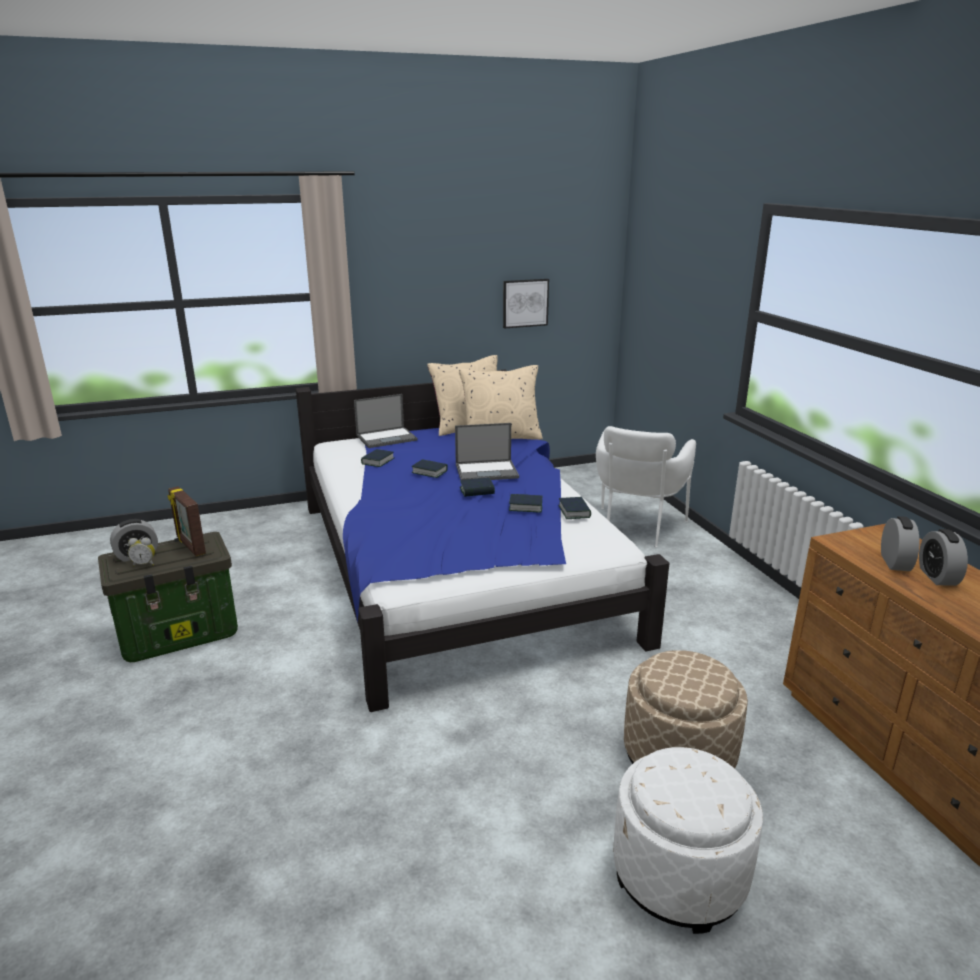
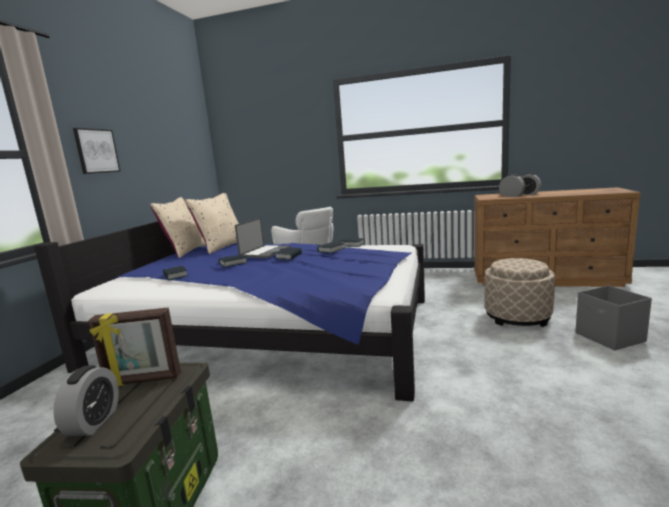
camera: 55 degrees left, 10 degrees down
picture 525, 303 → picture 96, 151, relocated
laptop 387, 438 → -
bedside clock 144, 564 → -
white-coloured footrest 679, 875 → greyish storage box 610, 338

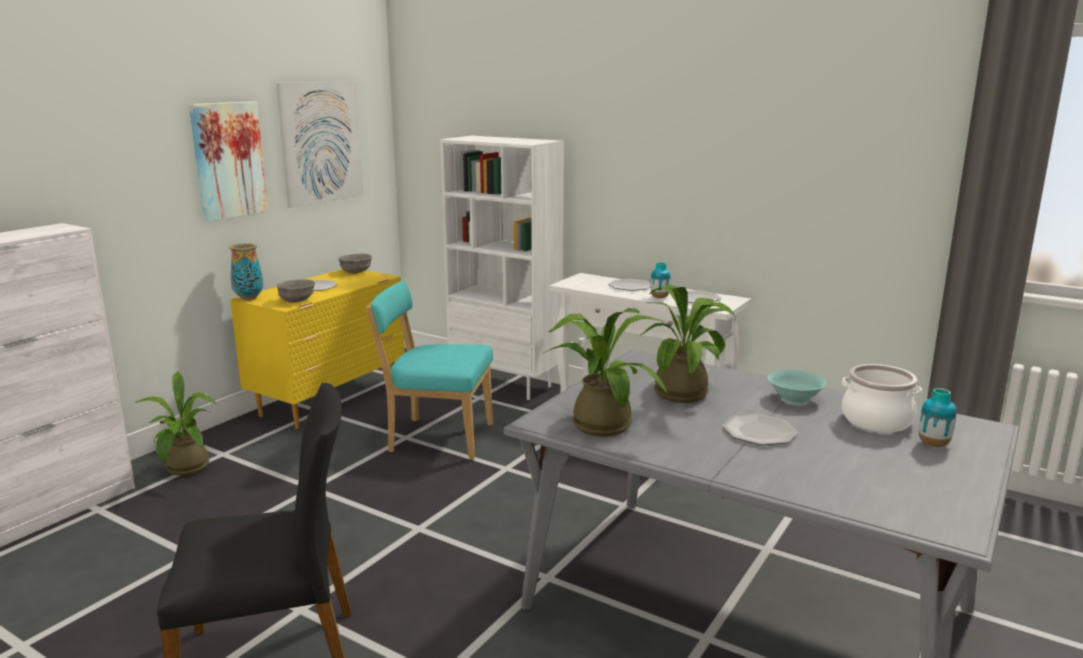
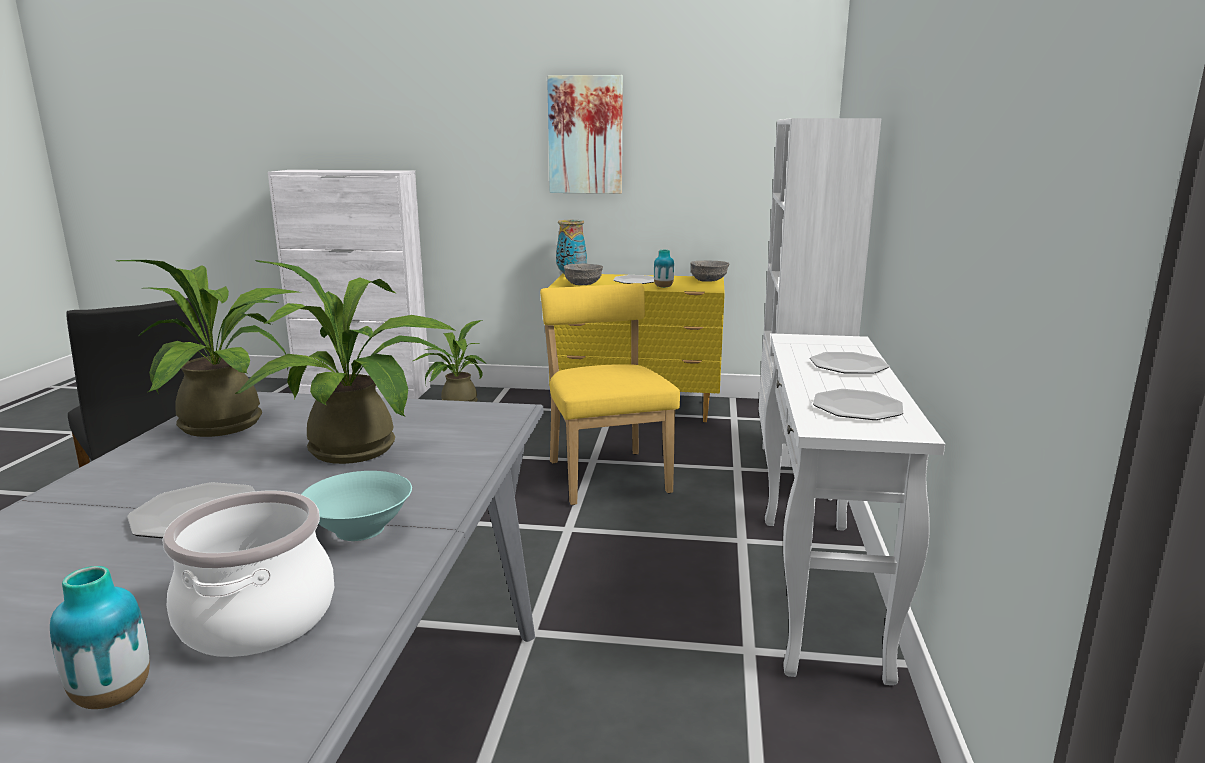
camera: 65 degrees right, 0 degrees up
picture 321, 142 → -
flower vase 659, 297 → flower vase 663, 287, relocated
turquoise upright chair 436, 438 → yellow upright chair 606, 474

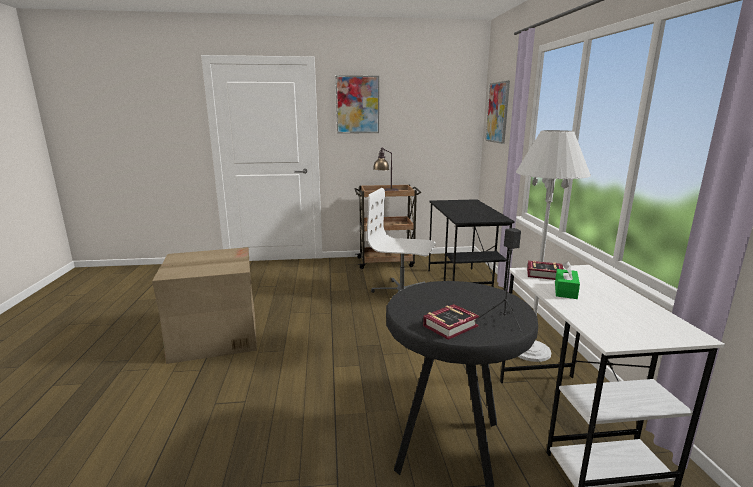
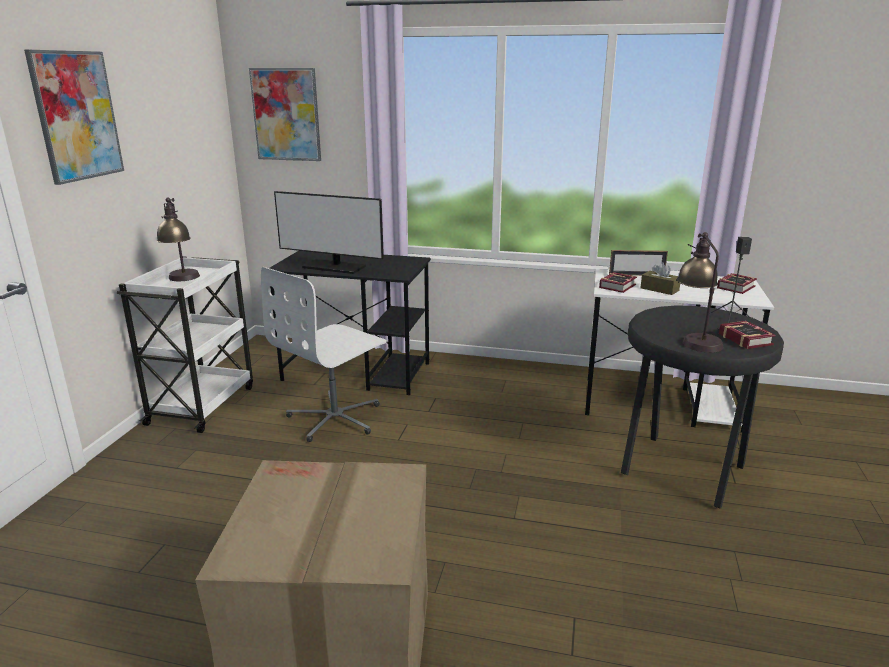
camera: 70 degrees left, 5 degrees up
white-coloured standing lamp 530, 351 → -
brown wheeled cart 386, 262 → white-coloured wheeled cart 203, 404
green box of tissues 565, 290 → brown box of tissues 659, 289
- → computer display 334, 267
- → tabletop lamp 695, 339
- → picture frame 636, 275
- → volume 737, 287

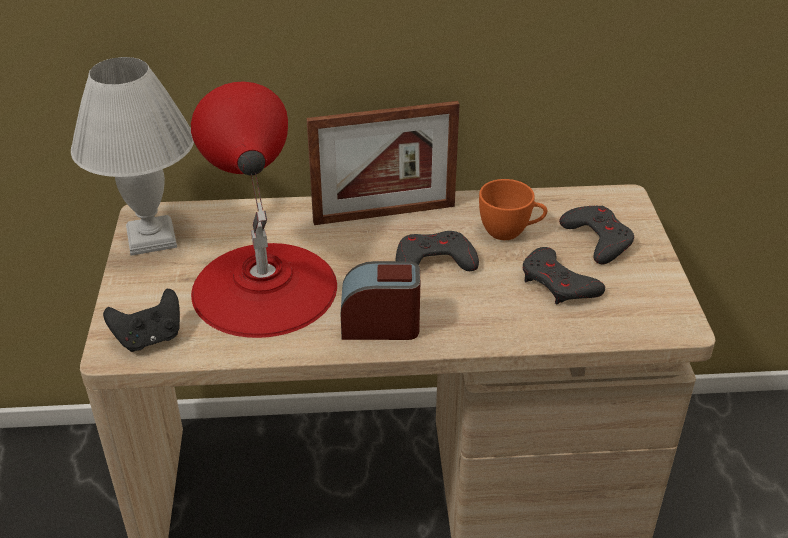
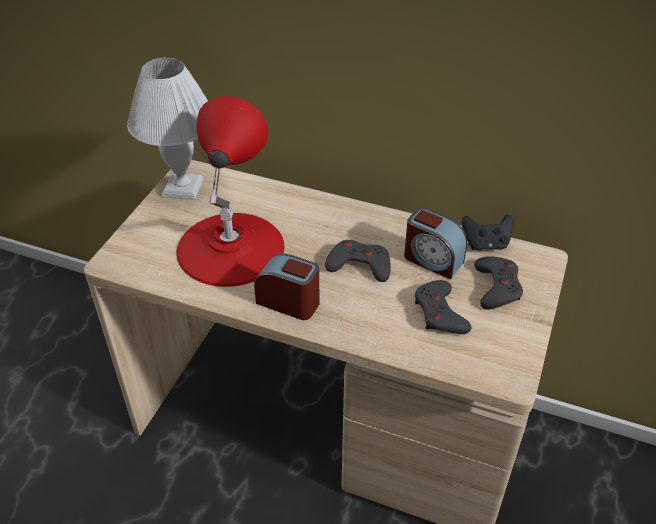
camera: 25 degrees right, 5 degrees up
picture frame 384, 214 → -
orange small cup 510, 232 → bedside clock 432, 260
black game controller 149, 338 → black game controller 485, 244, relocated

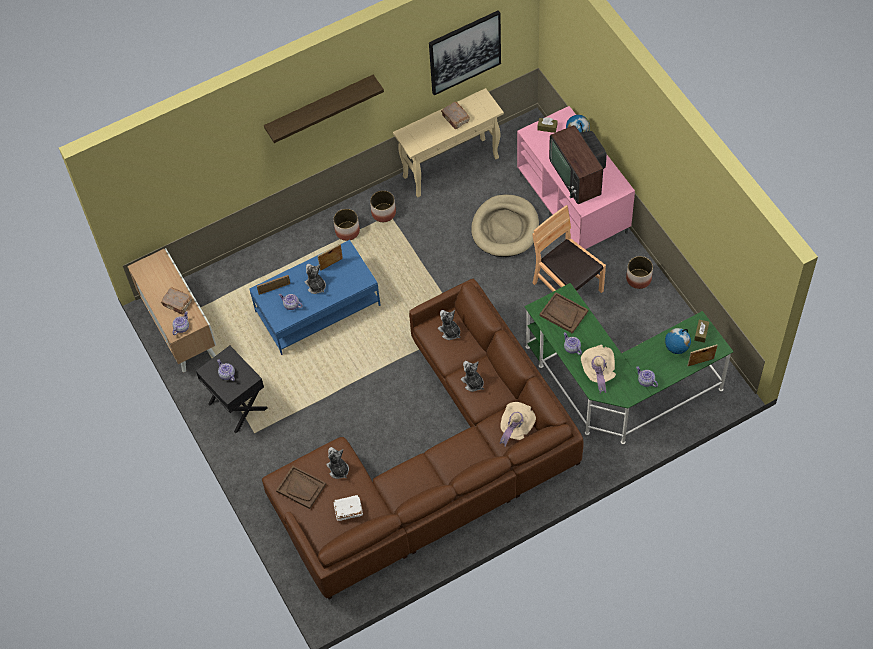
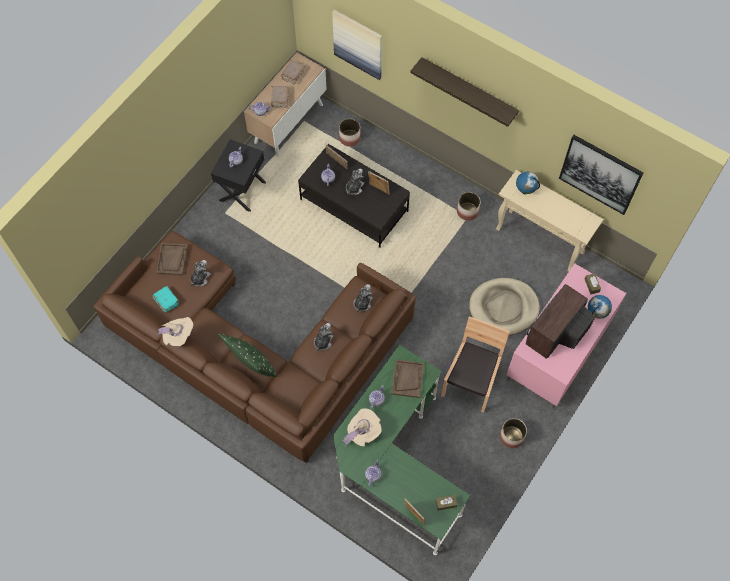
camera: 60 degrees right, 5 degrees up
brown volume 455, 118 → brown volume 293, 75, relocated
flower pot 347, 231 → flower pot 349, 138, relocated
blue-coloured low table 317, 309 → black low table 353, 205
desk globe 676, 350 → desk globe 525, 191, relocated
beige wearable hat 516, 427 → beige wearable hat 178, 336, relocated
white-coloured volume 348, 510 → turquoise volume 166, 301
- → picture 358, 44
- → green throw pillow 251, 364

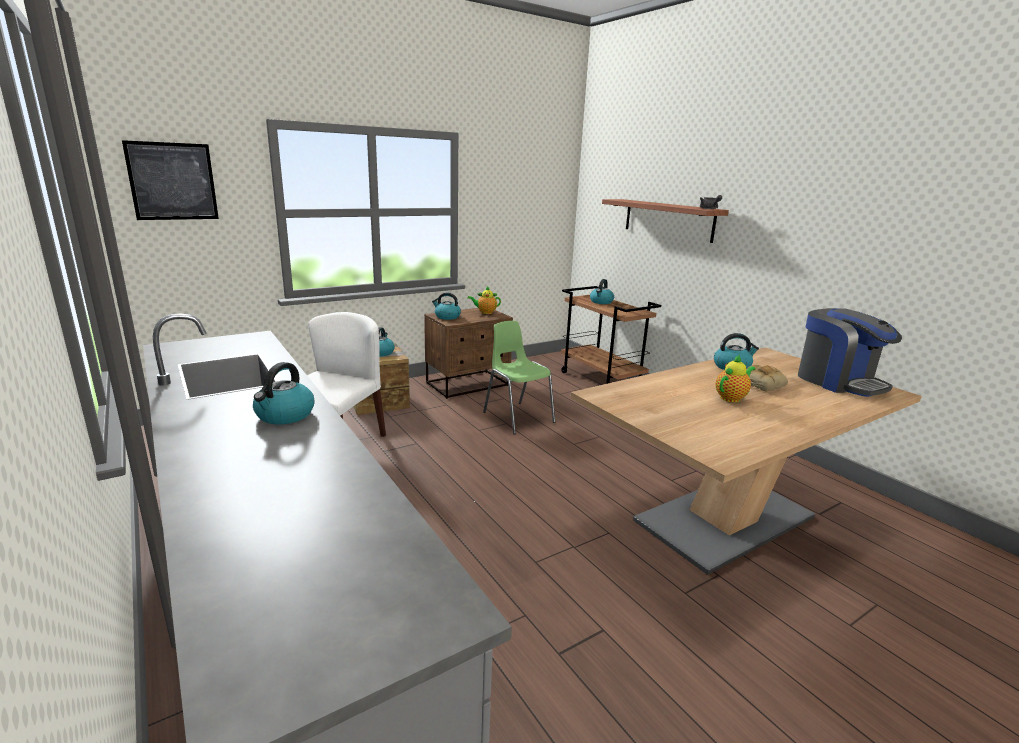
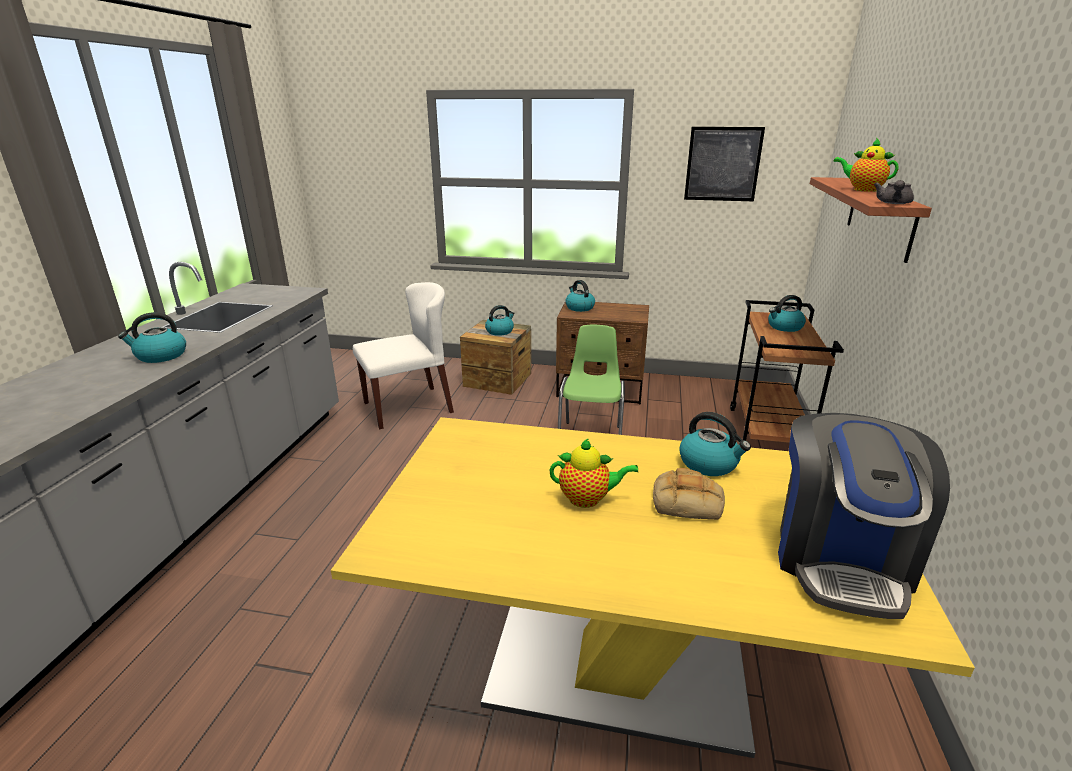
camera: 45 degrees right, 5 degrees up
picture 172, 181 → picture 723, 164, relocated
tea pot 485, 312 → tea pot 862, 190, relocated
brown dinner table 724, 519 → yellow dinner table 617, 669

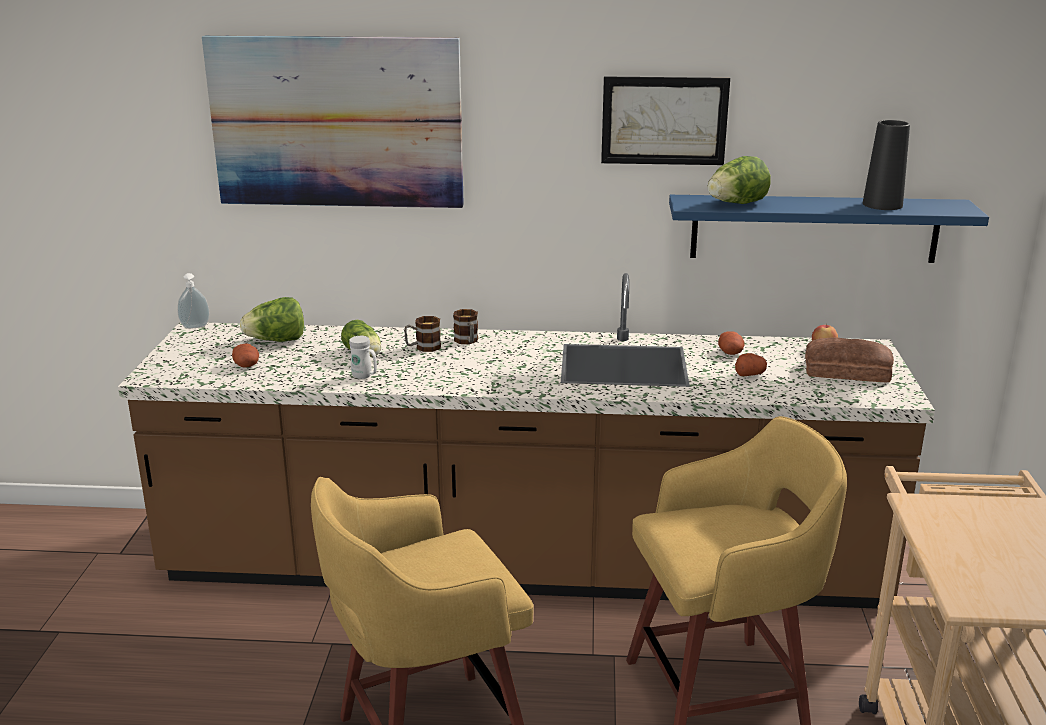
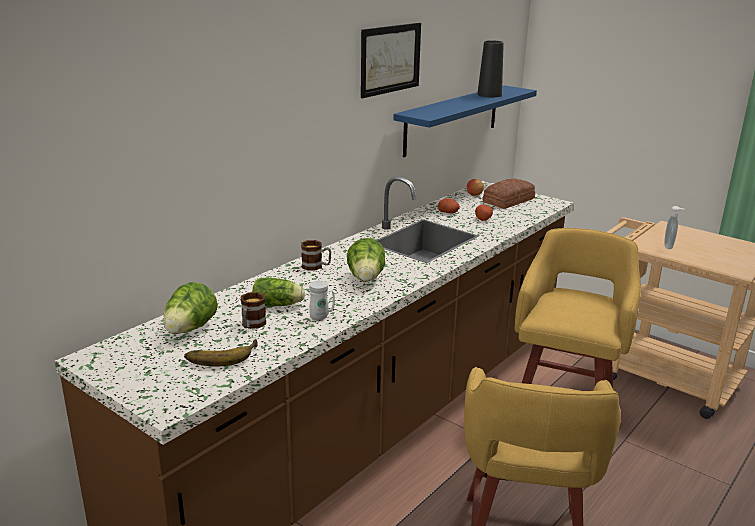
camera: 55 degrees left, 0 degrees up
picture 337, 122 → -
head of lettuce 736, 204 → head of lettuce 366, 279, relocated
soap dispenser 195, 327 → soap dispenser 669, 247, relocated
mug 423, 347 → mug 252, 325, relocated
spud 247, 365 → banana fruit 221, 355

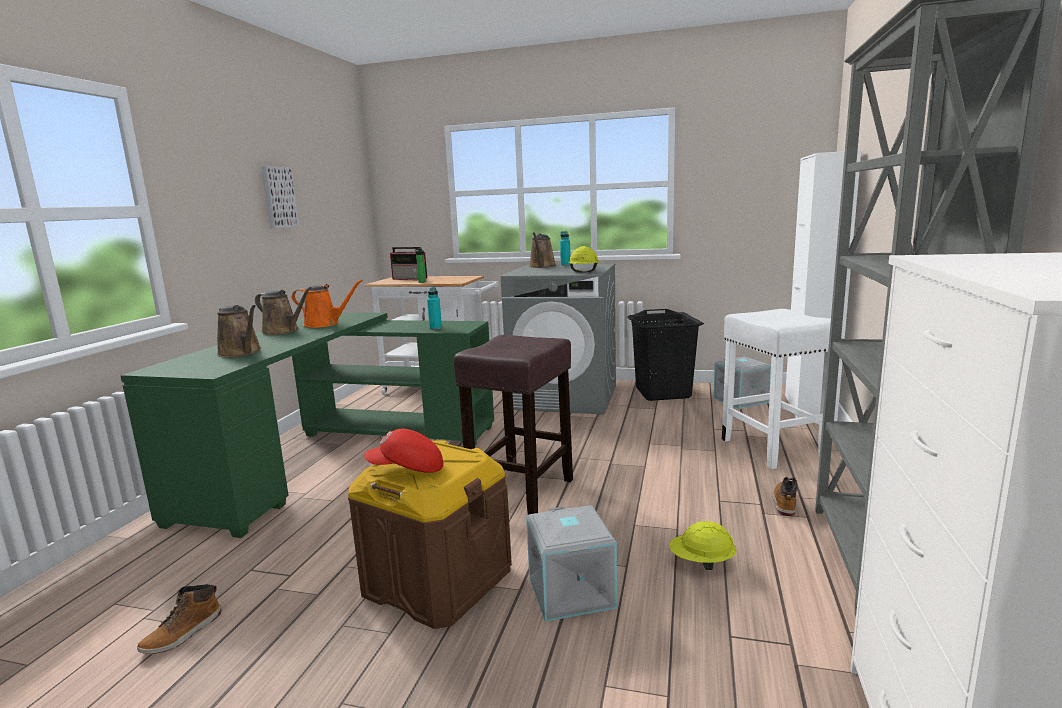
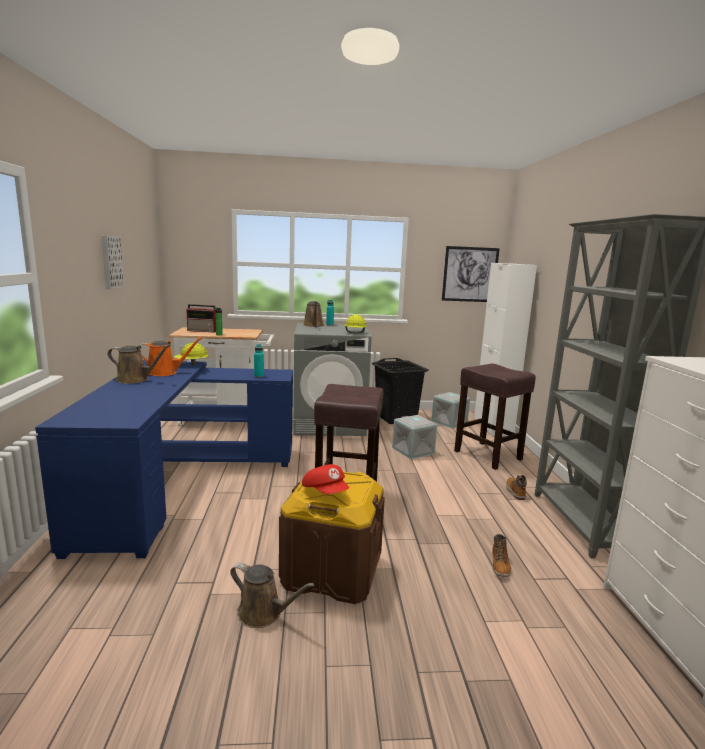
camera: 20 degrees left, 0 degrees up
brown sprinkling can 241, 353 → brown sprinkling can 263, 613, relocated
white-coloured stool 774, 449 → brown stool 489, 455
green desk unit 338, 455 → blue-coloured desk unit 178, 481
reddish baseball cap 407, 469 → reddish baseball cap 326, 492, 105 degrees counterclockwise
greyish storage box 573, 592 → greyish storage box 414, 450, relocated
yellow safety helmet 701, 562 → yellow safety helmet 191, 364, relocated
high-top boot 183, 633 → high-top boot 500, 565, relocated
- → picture 470, 274

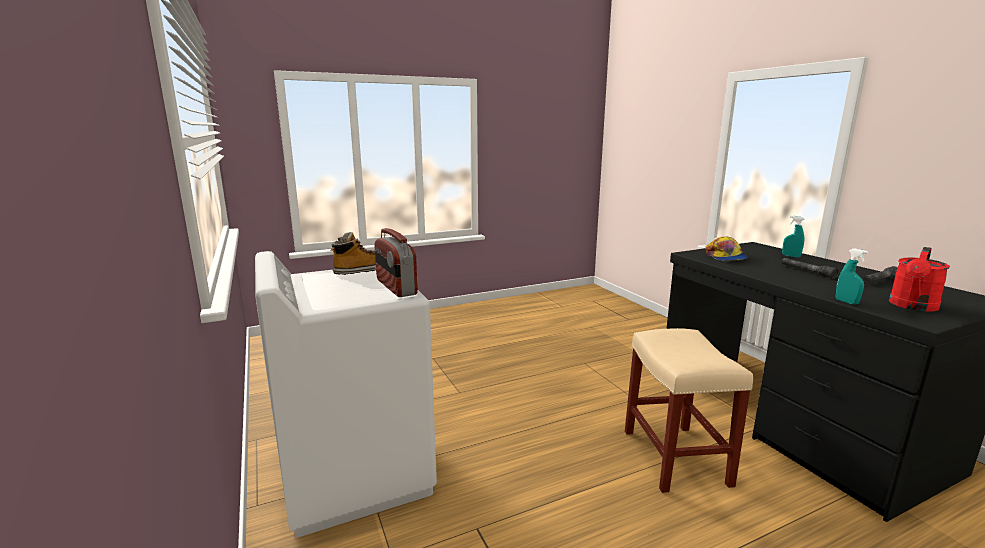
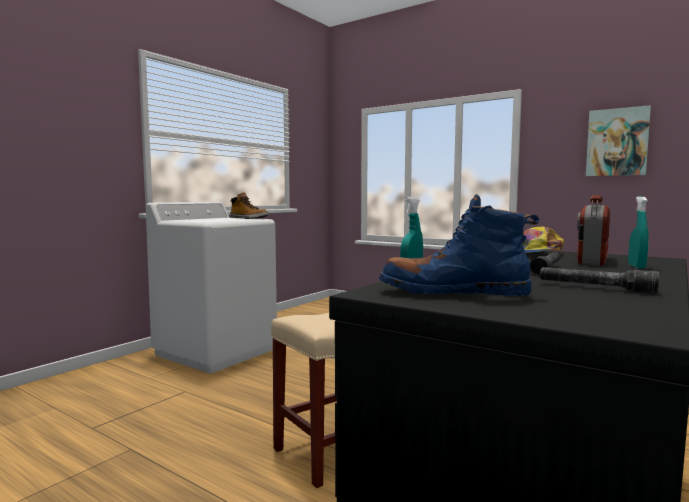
camera: 60 degrees right, 10 degrees down
radio receiver 395, 287 → radio receiver 591, 260, relocated
reddish sprinkling can 912, 306 → blue-coloured high-top boot 453, 293
- → picture 617, 142

